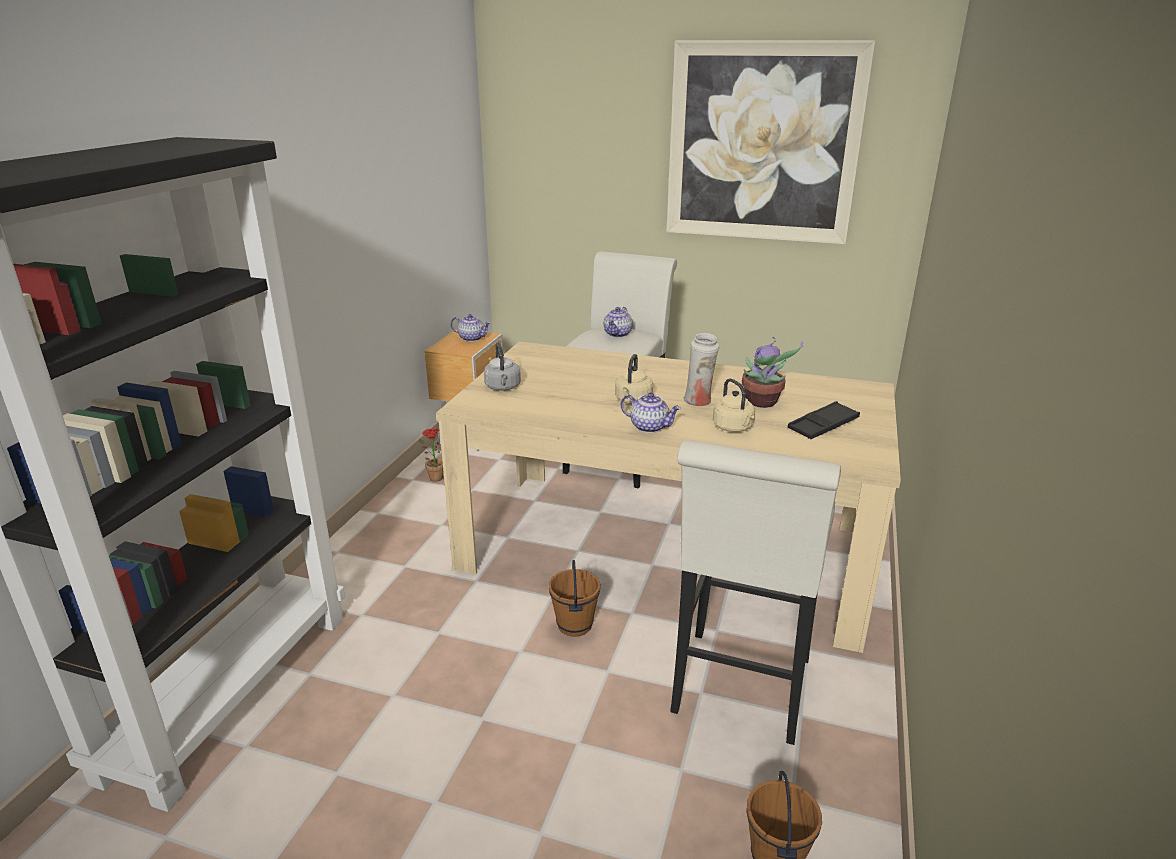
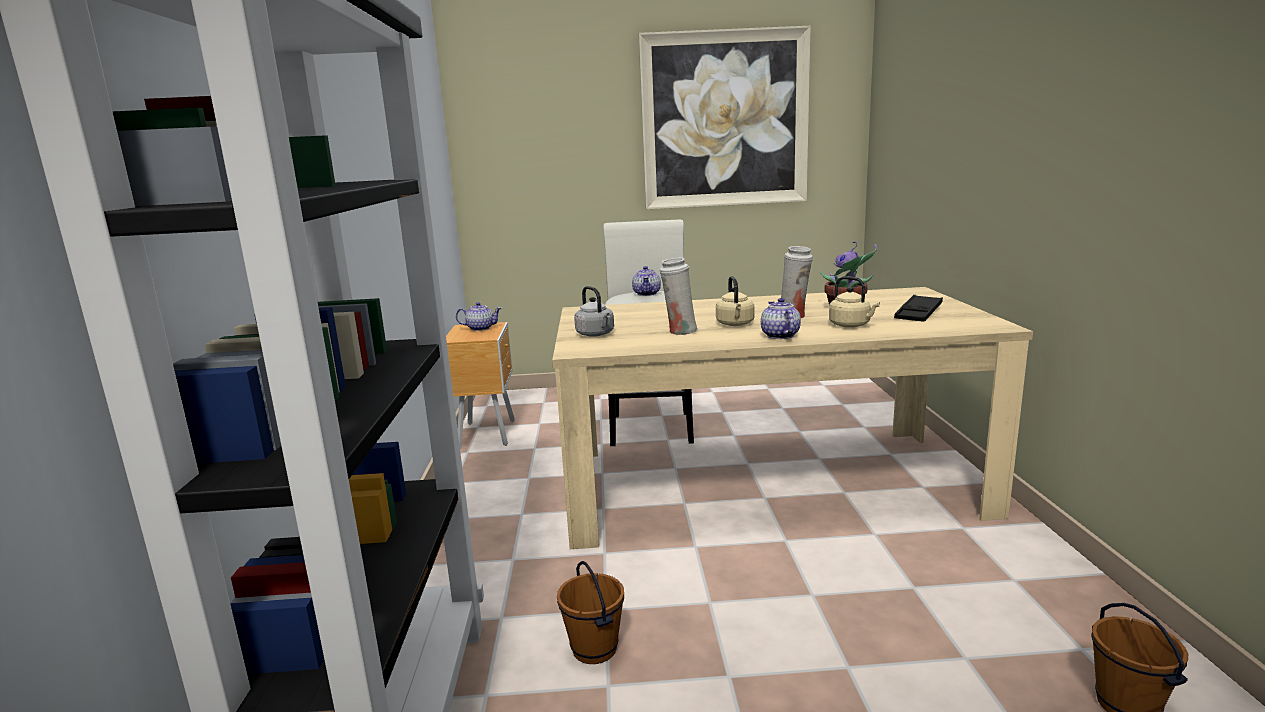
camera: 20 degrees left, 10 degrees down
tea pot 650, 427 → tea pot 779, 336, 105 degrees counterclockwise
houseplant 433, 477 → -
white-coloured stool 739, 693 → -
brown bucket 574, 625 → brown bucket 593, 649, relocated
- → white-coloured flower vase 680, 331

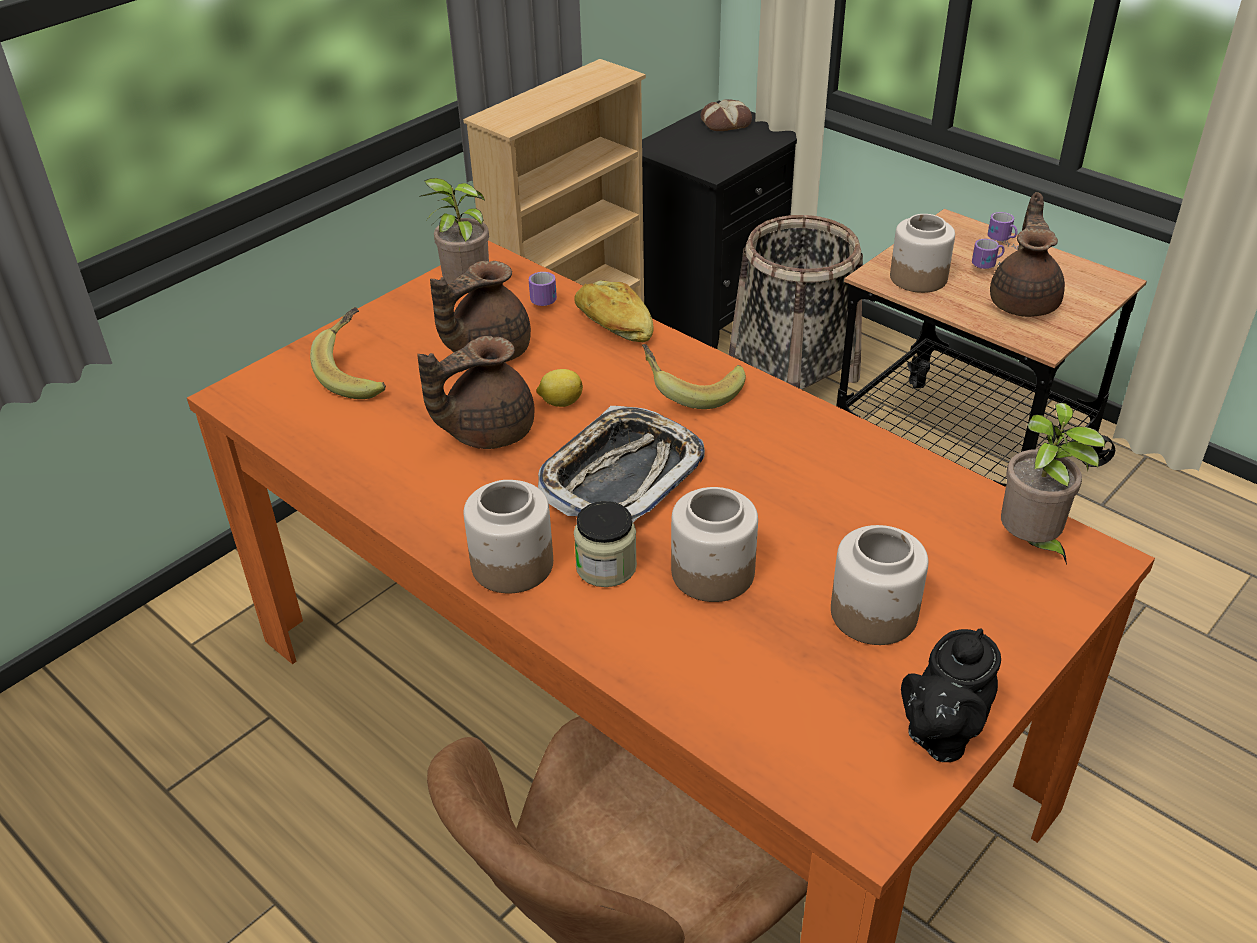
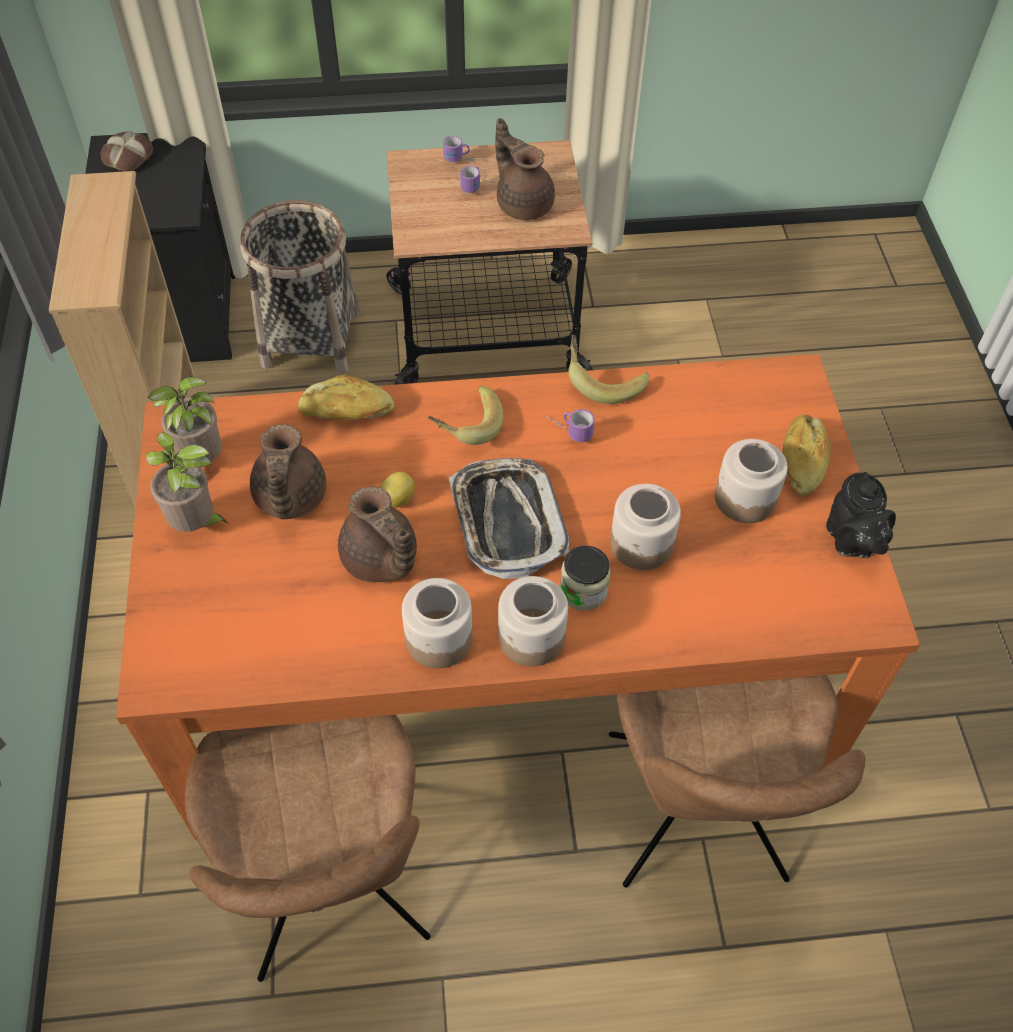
camera: 50 degrees left, 15 degrees up
storage jar 918, 277 → storage jar 438, 638, relocated
mug 543, 298 → mug 568, 431, relocated
banana fruit 358, 373 → banana fruit 603, 381, relocated
brown tea pot 486, 431 → brown tea pot 381, 560, 45 degrees counterclockwise
houseplant 1030, 544 → houseplant 197, 525, relocated
- → baked bread 801, 462
- → brown upright chair 332, 886

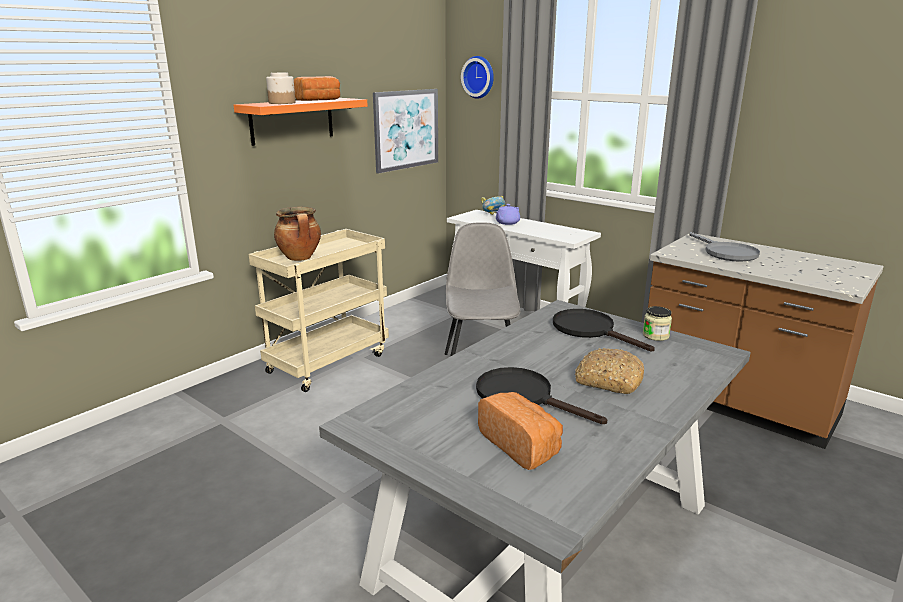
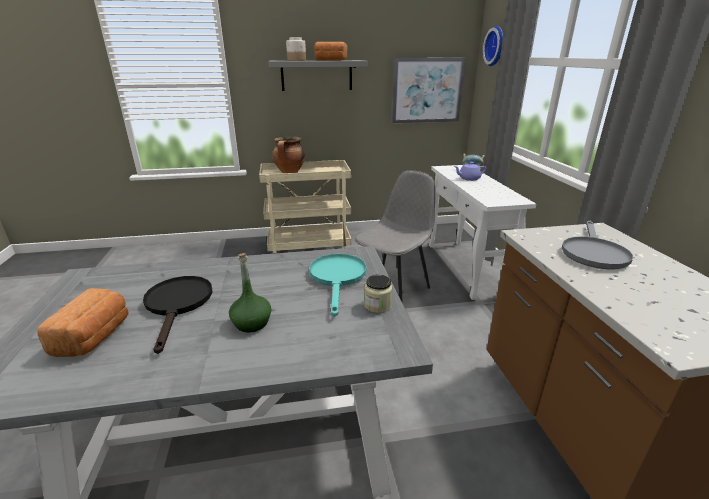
camera: 40 degrees right, 5 degrees up
orange wall shelf 292, 120 → greyish wall shelf 316, 75
black skillet 590, 330 → turquoise skillet 338, 278
baked bread 608, 381 → green bottle 251, 323

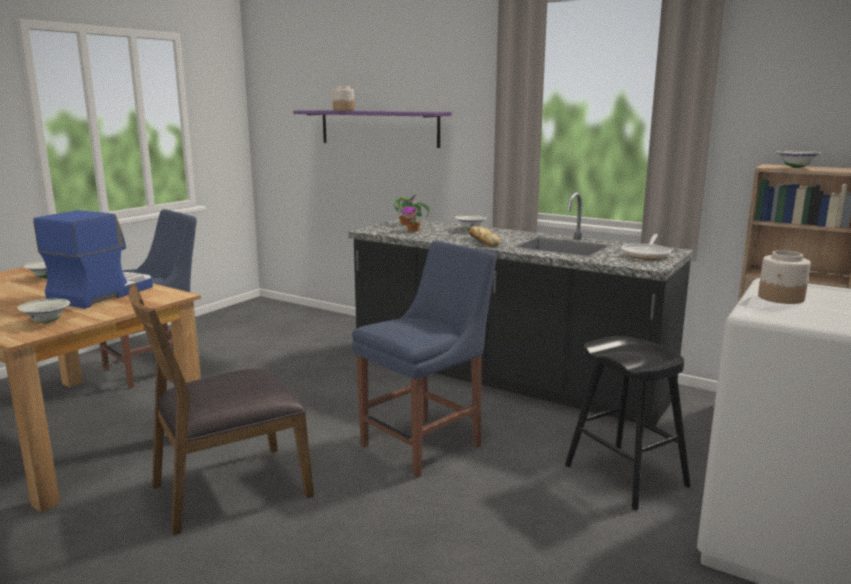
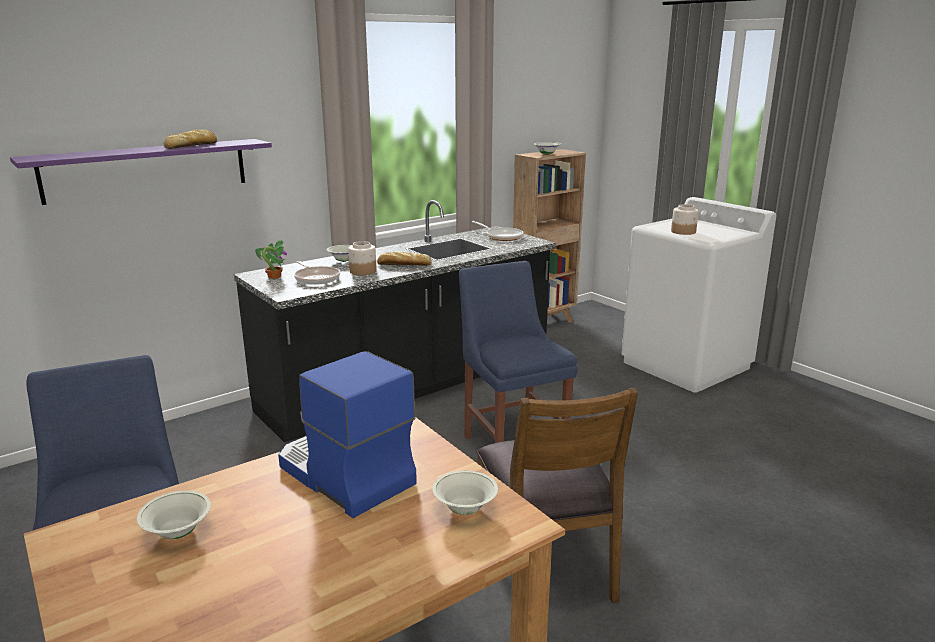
camera: 70 degrees left, 5 degrees up
storage jar 343, 110 → storage jar 362, 271, relocated
houseplant 413, 230 → skillet 316, 278
black stool 625, 475 → -
- → baked bread 192, 145

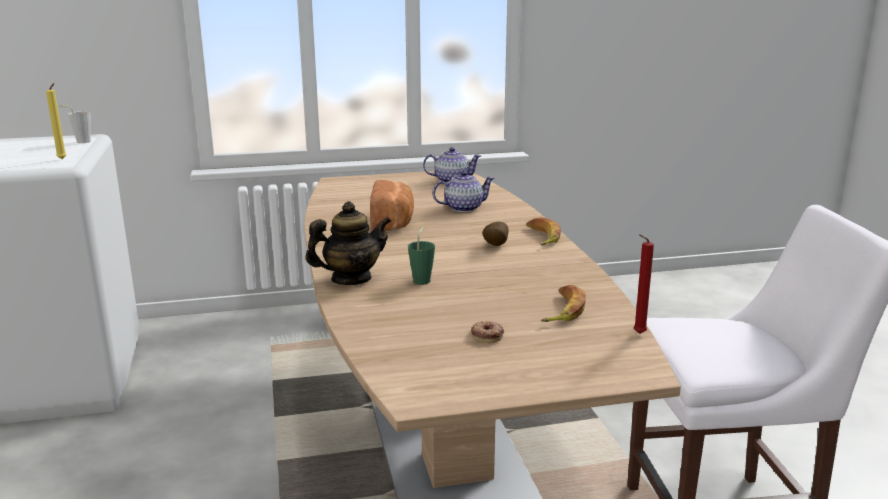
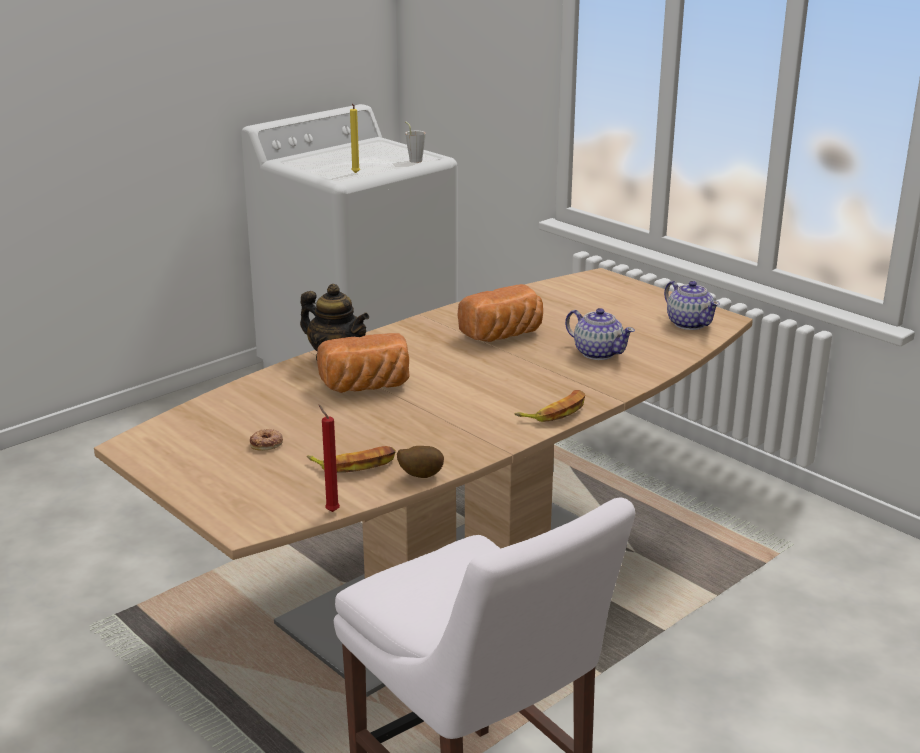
camera: 60 degrees right, 5 degrees up
spud 494, 246 → spud 420, 476, relocated
green small cup 423, 279 → baked bread 366, 387

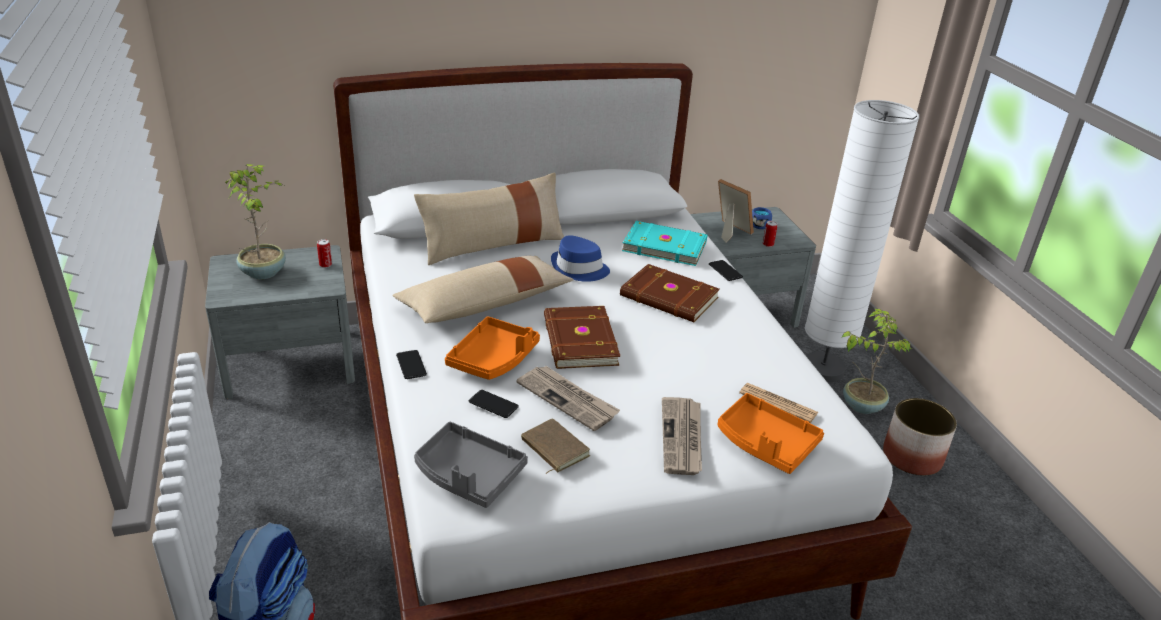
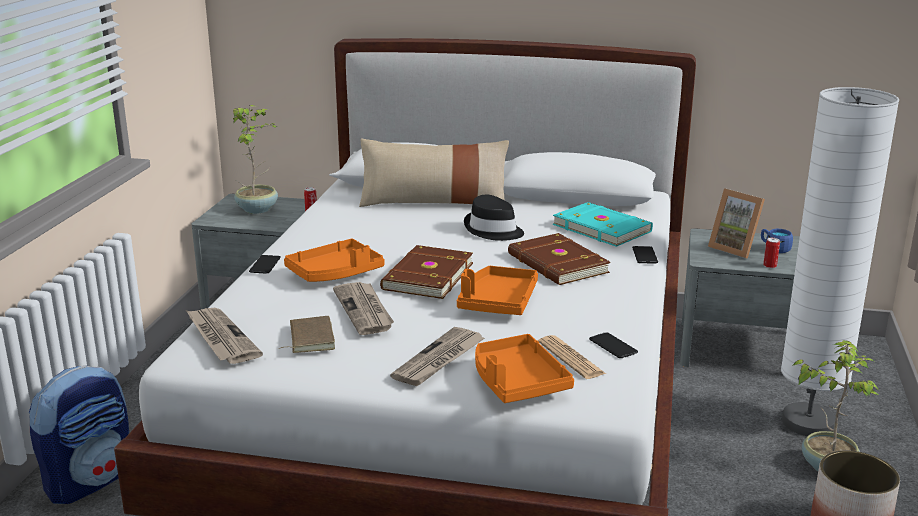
camera: 30 degrees right, 10 degrees down
picture frame 729, 231 → picture frame 735, 248, 150 degrees clockwise
blue-coloured wearable hat 579, 269 → black wearable hat 493, 230
beige throw pillow 484, 304 → -
phone 493, 404 → phone 613, 346, relocated
greyish tray 468, 475 → newspaper 221, 338
- → orange tray 497, 302

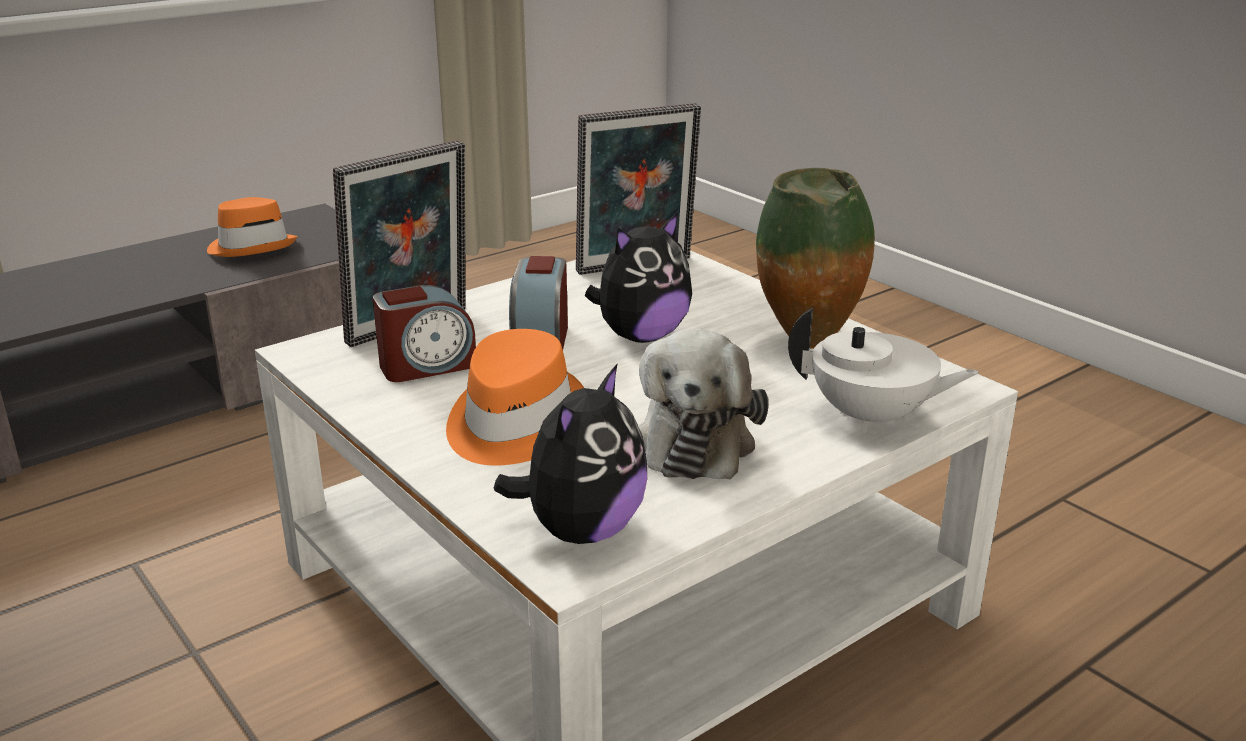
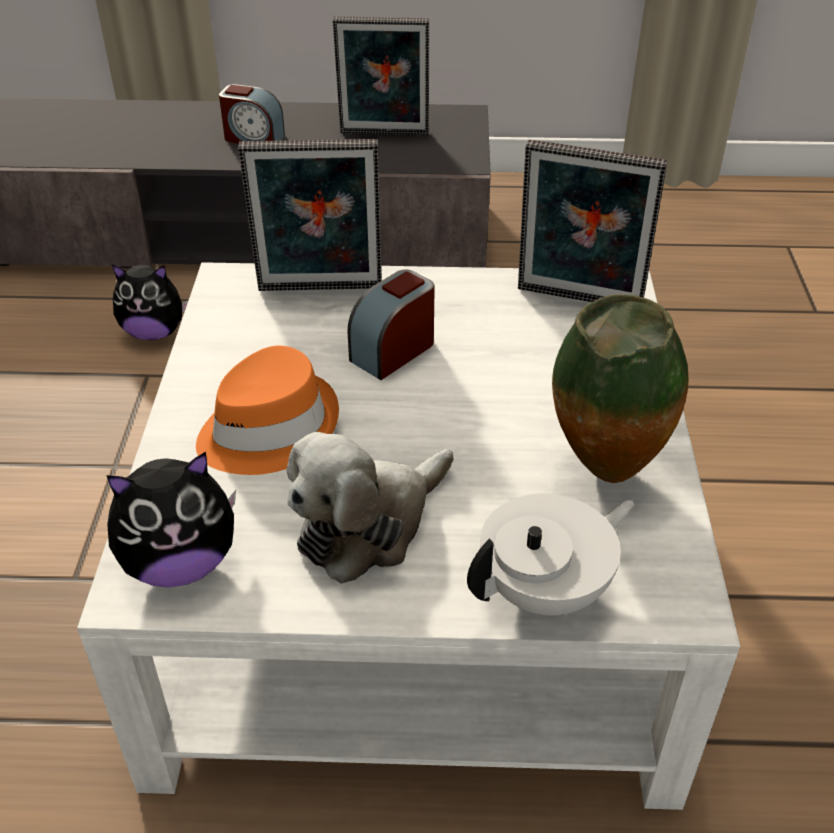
camera: 40 degrees right, 15 degrees up
orange wearable hat 252, 246 → picture frame 384, 135
plush toy 641, 336 → plush toy 155, 332, relocated
bedside clock 427, 366 → bedside clock 253, 138, relocated
white-coloured tea pot 871, 417 → white-coloured tea pot 546, 590, 90 degrees counterclockwise

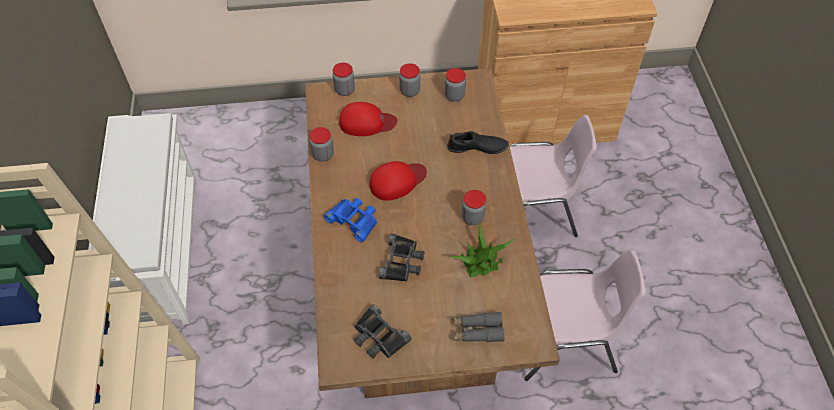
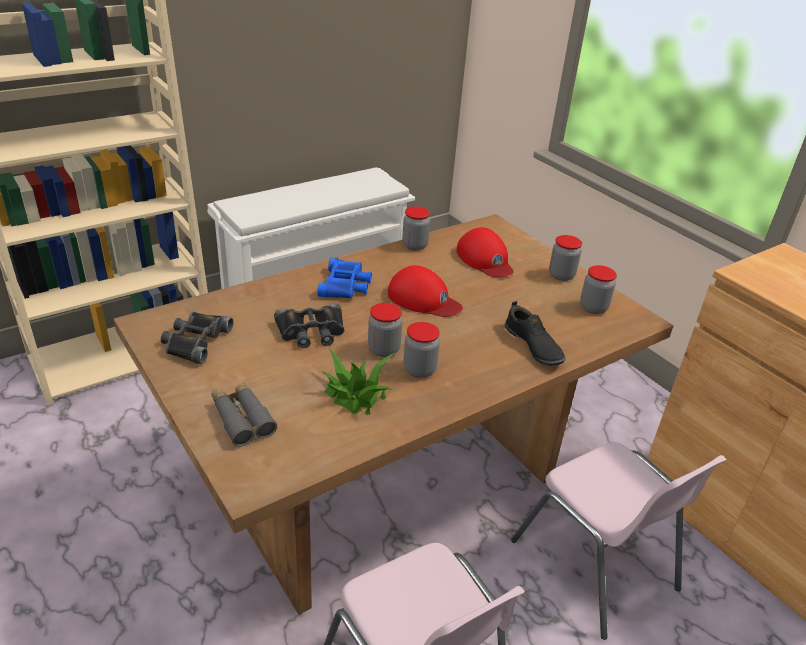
camera: 60 degrees right, 20 degrees down
storage jar 344, 90 → storage jar 383, 349, relocated

